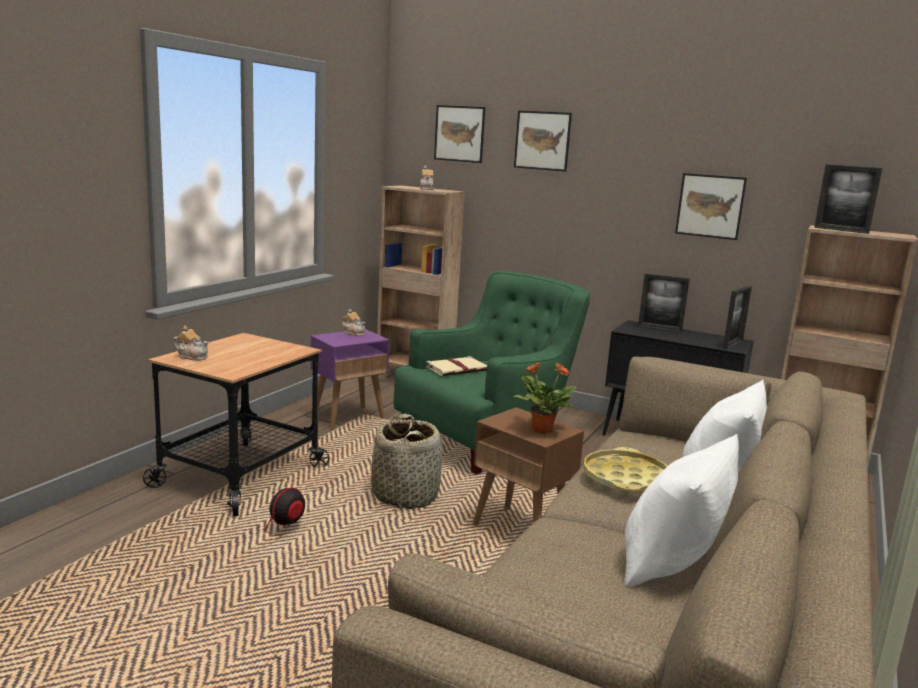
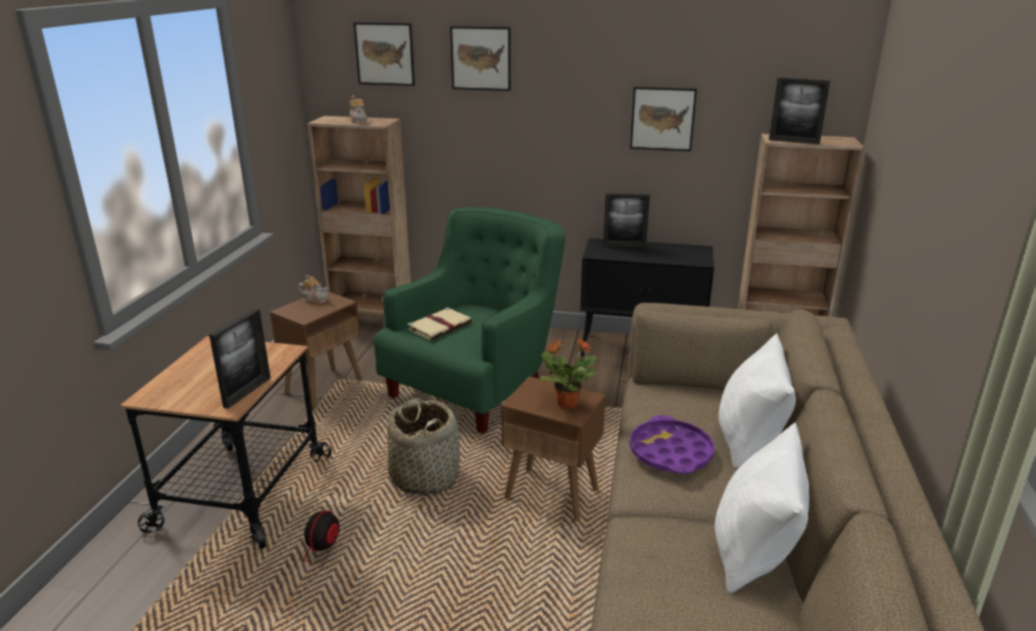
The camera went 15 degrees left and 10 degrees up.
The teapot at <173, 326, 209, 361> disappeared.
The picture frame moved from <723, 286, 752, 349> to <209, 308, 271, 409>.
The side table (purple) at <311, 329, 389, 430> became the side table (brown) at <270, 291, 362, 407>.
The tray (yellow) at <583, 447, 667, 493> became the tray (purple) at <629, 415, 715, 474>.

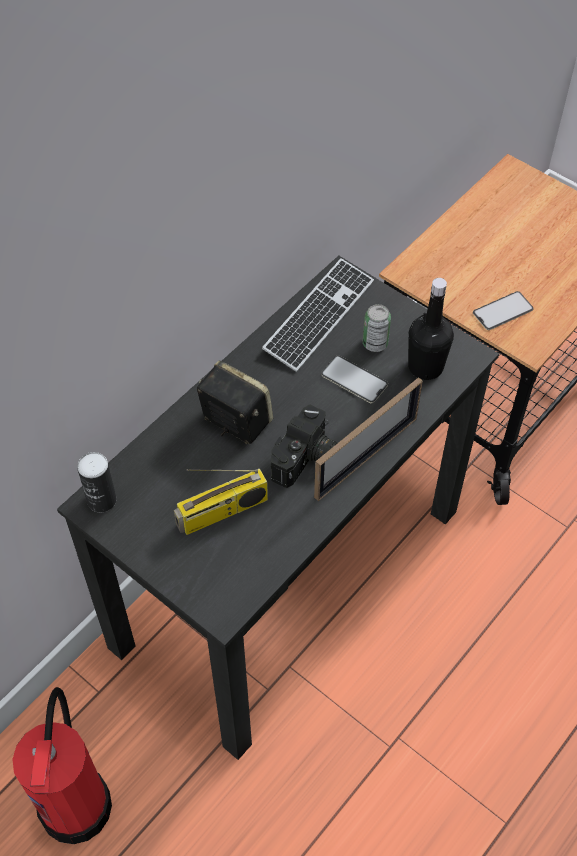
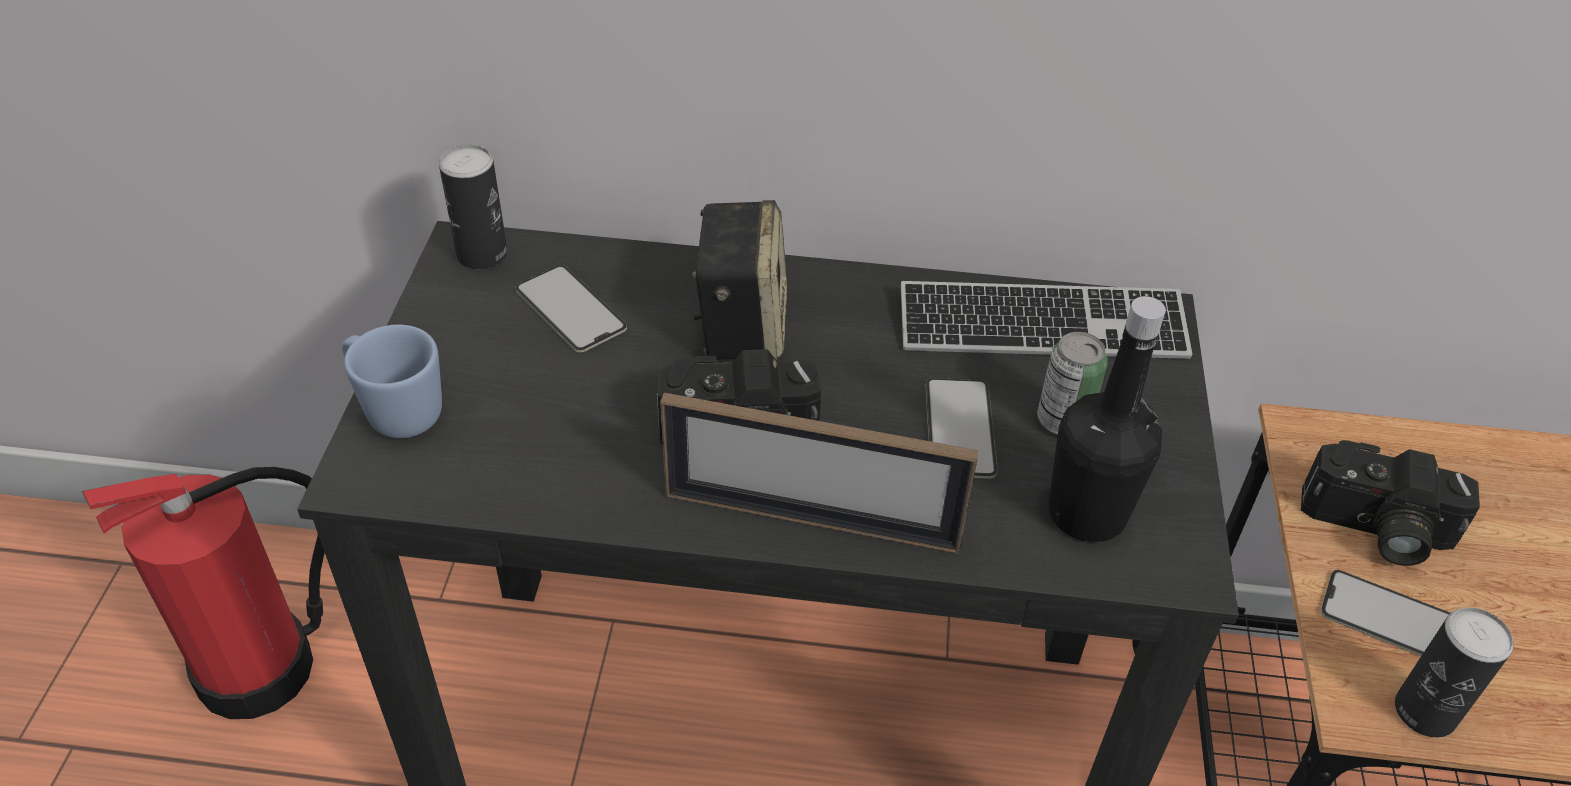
The camera went 55 degrees right and 10 degrees down.
The radio at <174, 469, 268, 535> disappeared.
The mug (blue) at <342, 325, 442, 438> appeared.
The phone at <515, 265, 627, 353> appeared.
The photo camera at <1301, 440, 1480, 566> appeared.
The can at <1395, 607, 1514, 737> appeared.

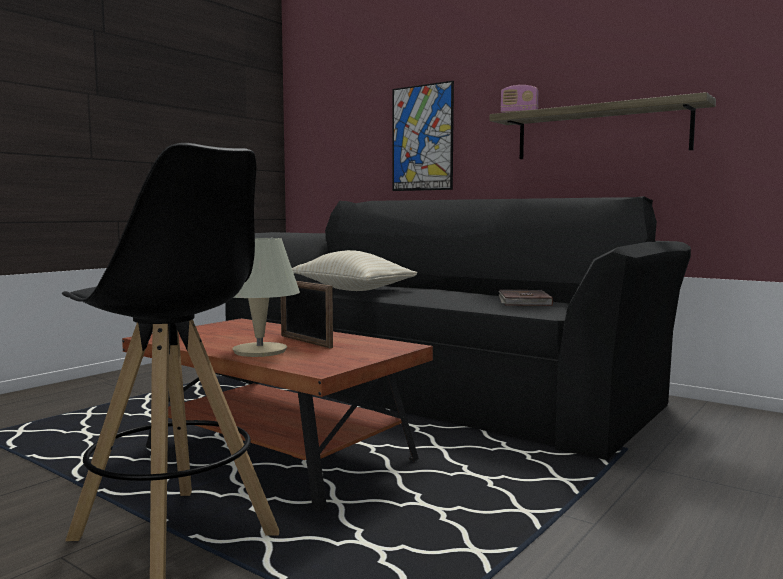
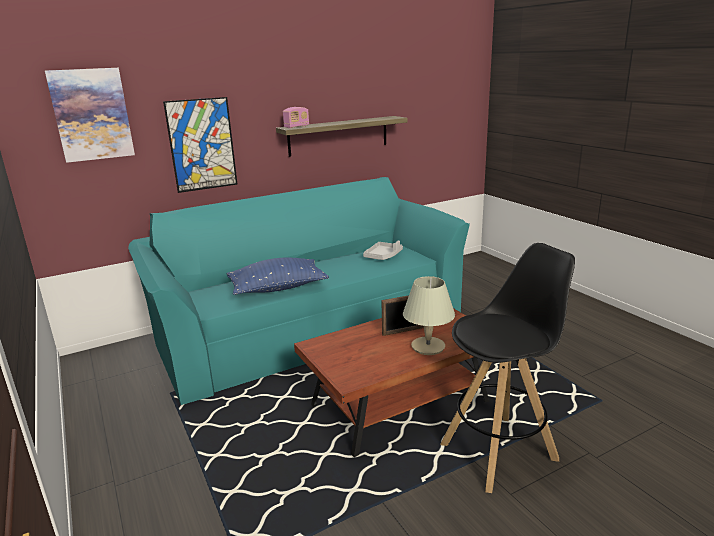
The camera went 65 degrees left and 15 degrees up.
The picture at <45, 68, 135, 163> appeared.
The book (brown) at <498, 290, 553, 306> was replaced by the tray (grey) at <363, 241, 403, 260>.
The sofa (black) at <225, 196, 691, 460> became the sofa (turquoise) at <128, 177, 470, 405>.
The pillow (beige) at <292, 250, 417, 291> became the pillow (blue) at <227, 257, 329, 295>.

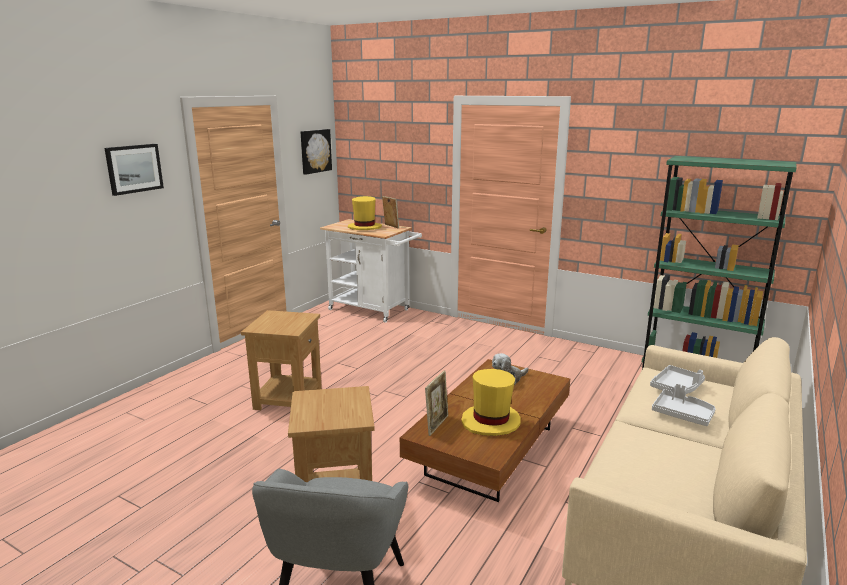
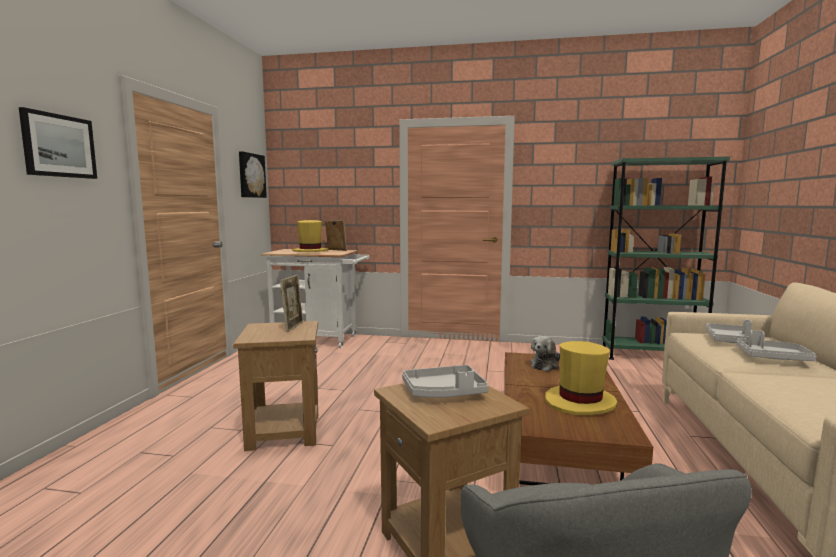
The camera went 20 degrees left and 10 degrees down.
The tray (grey) at <402, 365, 489, 398> appeared.
The picture frame moved from <425, 370, 448, 436> to <280, 275, 304, 332>.

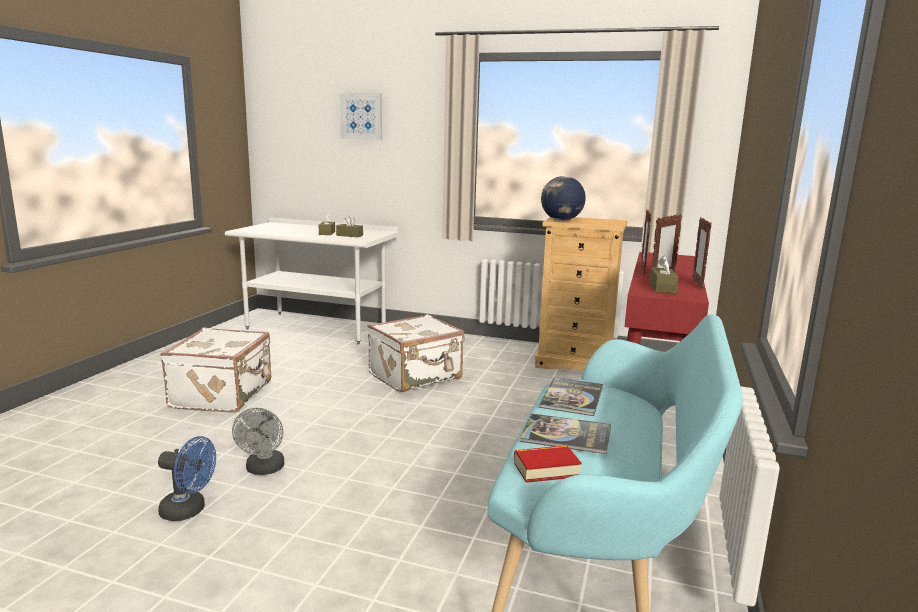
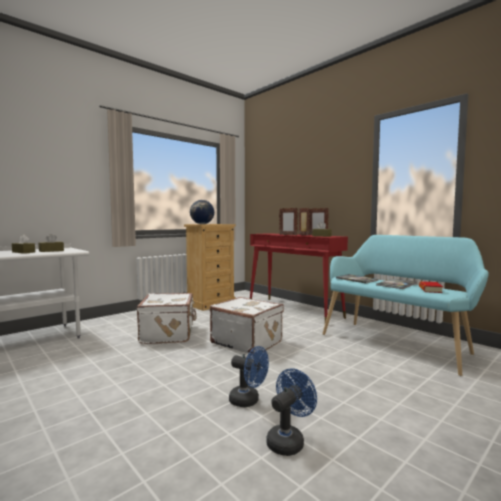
The camera went 60 degrees left and 10 degrees down.
The picture at <340, 93, 382, 140> disappeared.
The suitcase (white) moved from <160, 328, 271, 413> to <210, 297, 284, 354>.
The fan (grey) at <232, 408, 284, 475> became the fan (blue) at <229, 346, 269, 407>.

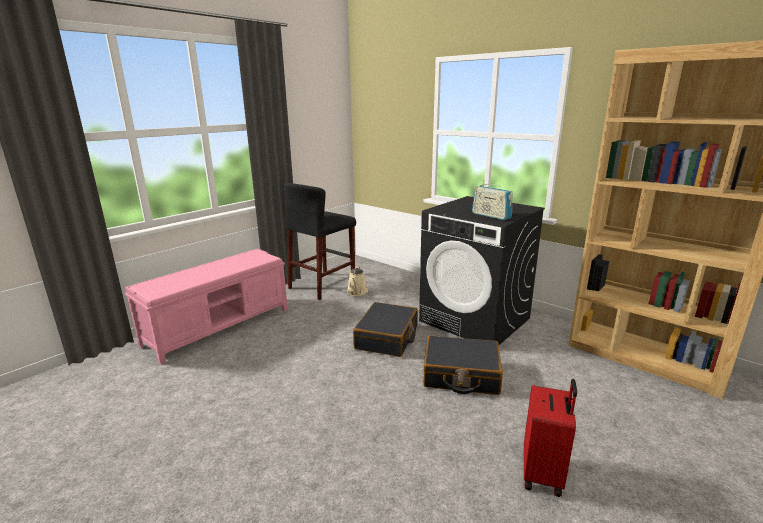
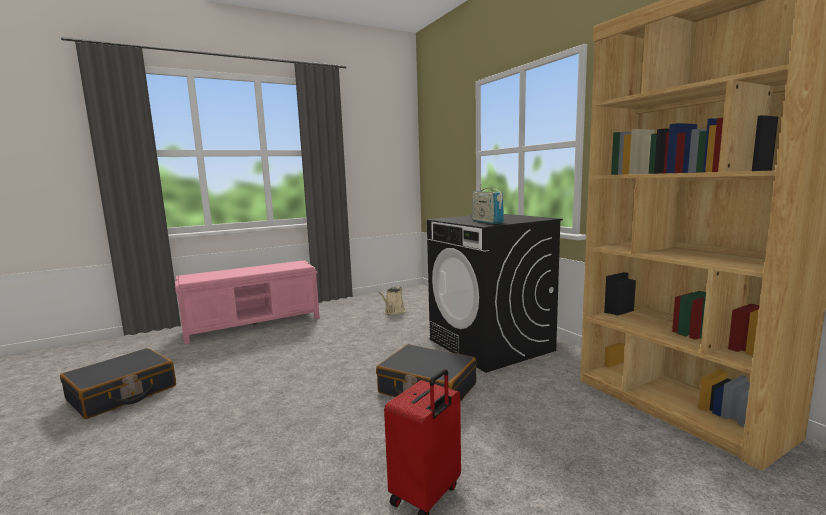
The camera went 20 degrees right and 10 degrees down.
The stool (black) at <284, 182, 356, 300> disappeared.
The suitcase (black) moved from <353, 302, 418, 357> to <60, 348, 176, 419>.

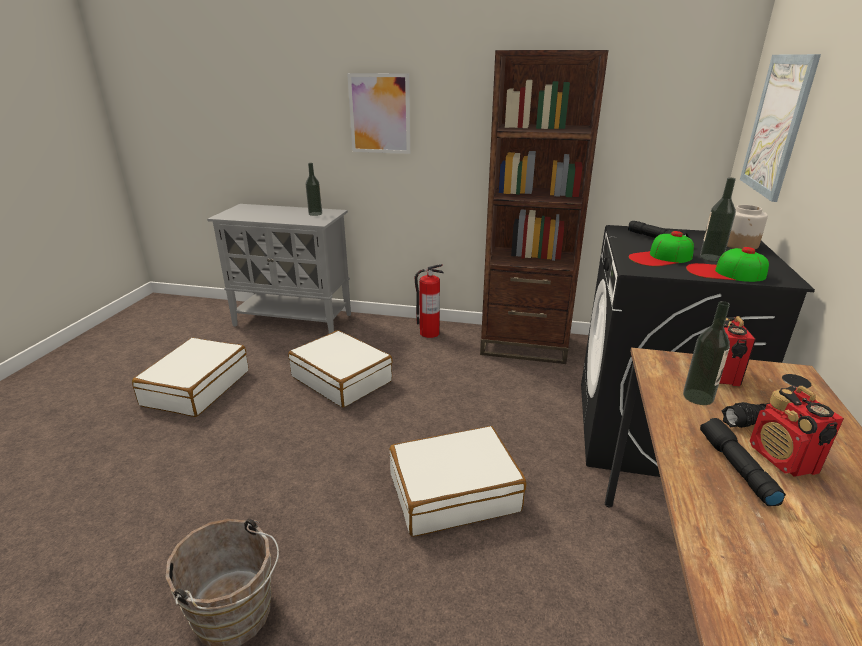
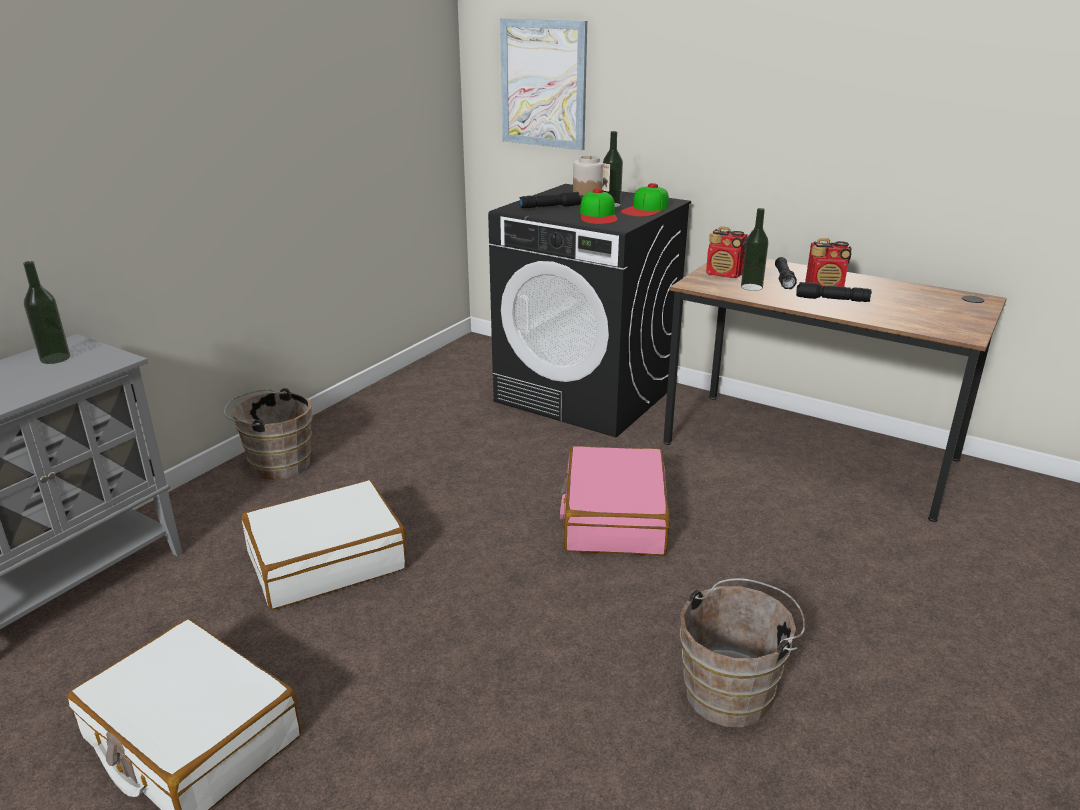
The camera went 70 degrees left and 0 degrees up.
The picture at <347, 73, 410, 154> disappeared.
The bookcase (brown) at <480, 50, 608, 364> disappeared.
The fire extinguisher at <415, 264, 443, 338> was replaced by the bucket (brown) at <224, 388, 312, 480>.
The suitcase (white) at <389, 426, 526, 537> became the suitcase (pink) at <560, 446, 670, 556>.

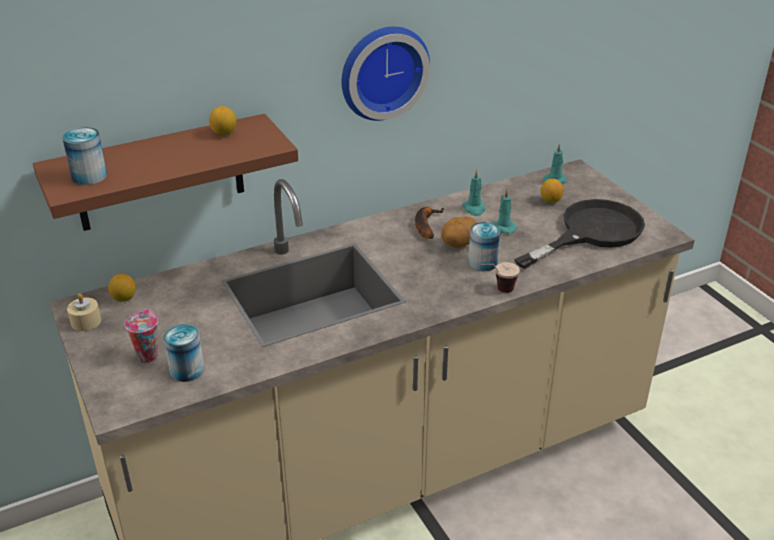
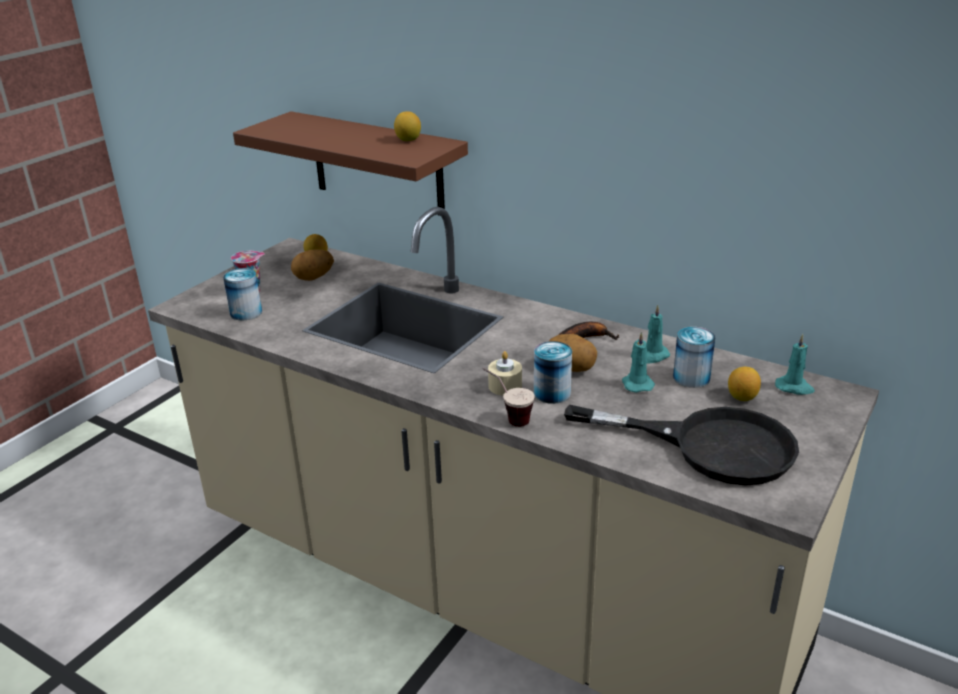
The camera went 60 degrees right and 5 degrees down.
The wall clock at <341, 27, 430, 121> disappeared.
The potato at <291, 249, 334, 281> appeared.
The can moved from <62, 127, 107, 185> to <673, 327, 715, 388>.
The candle (beige) moved from <67, 293, 101, 331> to <488, 351, 522, 396>.

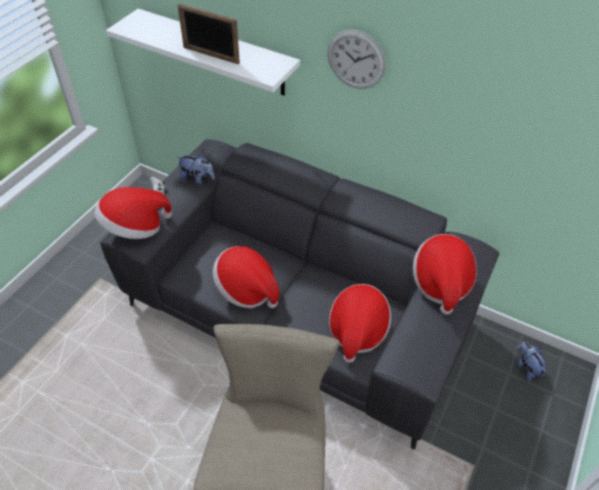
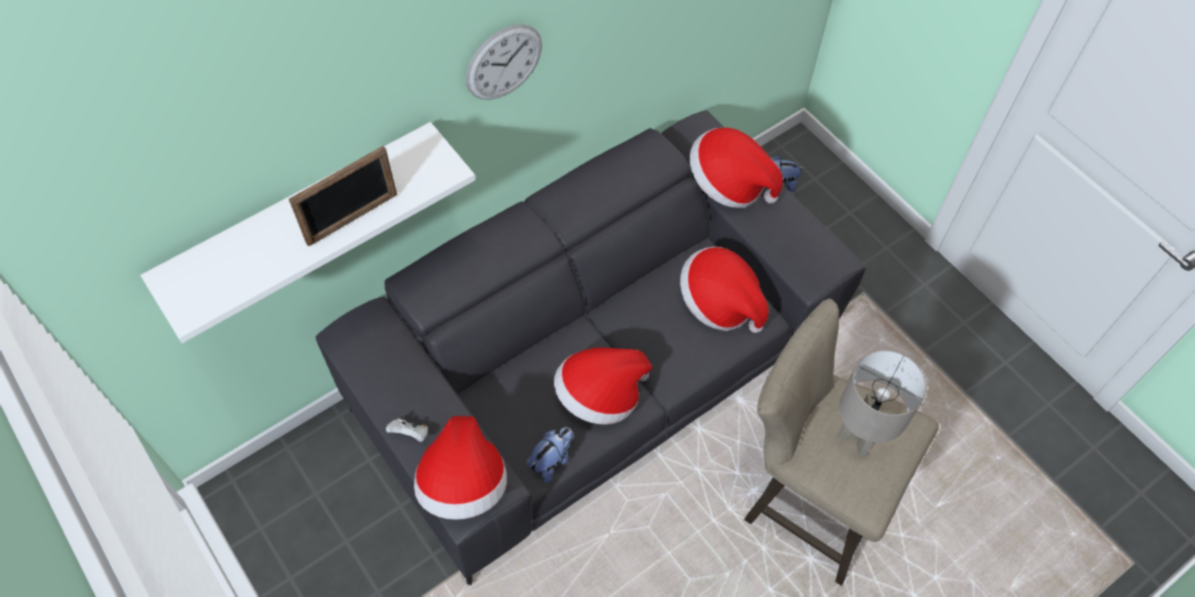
The camera went 65 degrees left and 10 degrees up.
The table lamp (grey) at <839, 350, 926, 457> appeared.
The plush toy moved from <177, 154, 215, 184> to <526, 427, 574, 483>.

